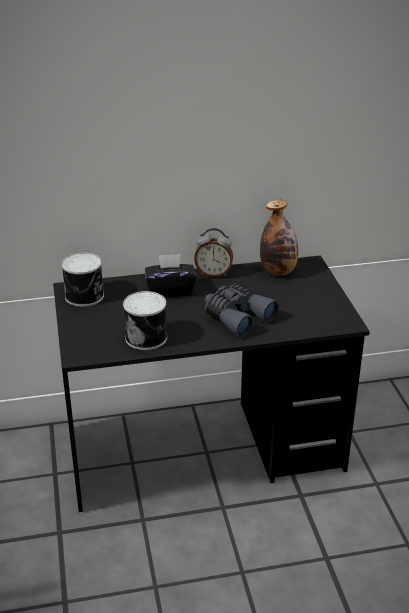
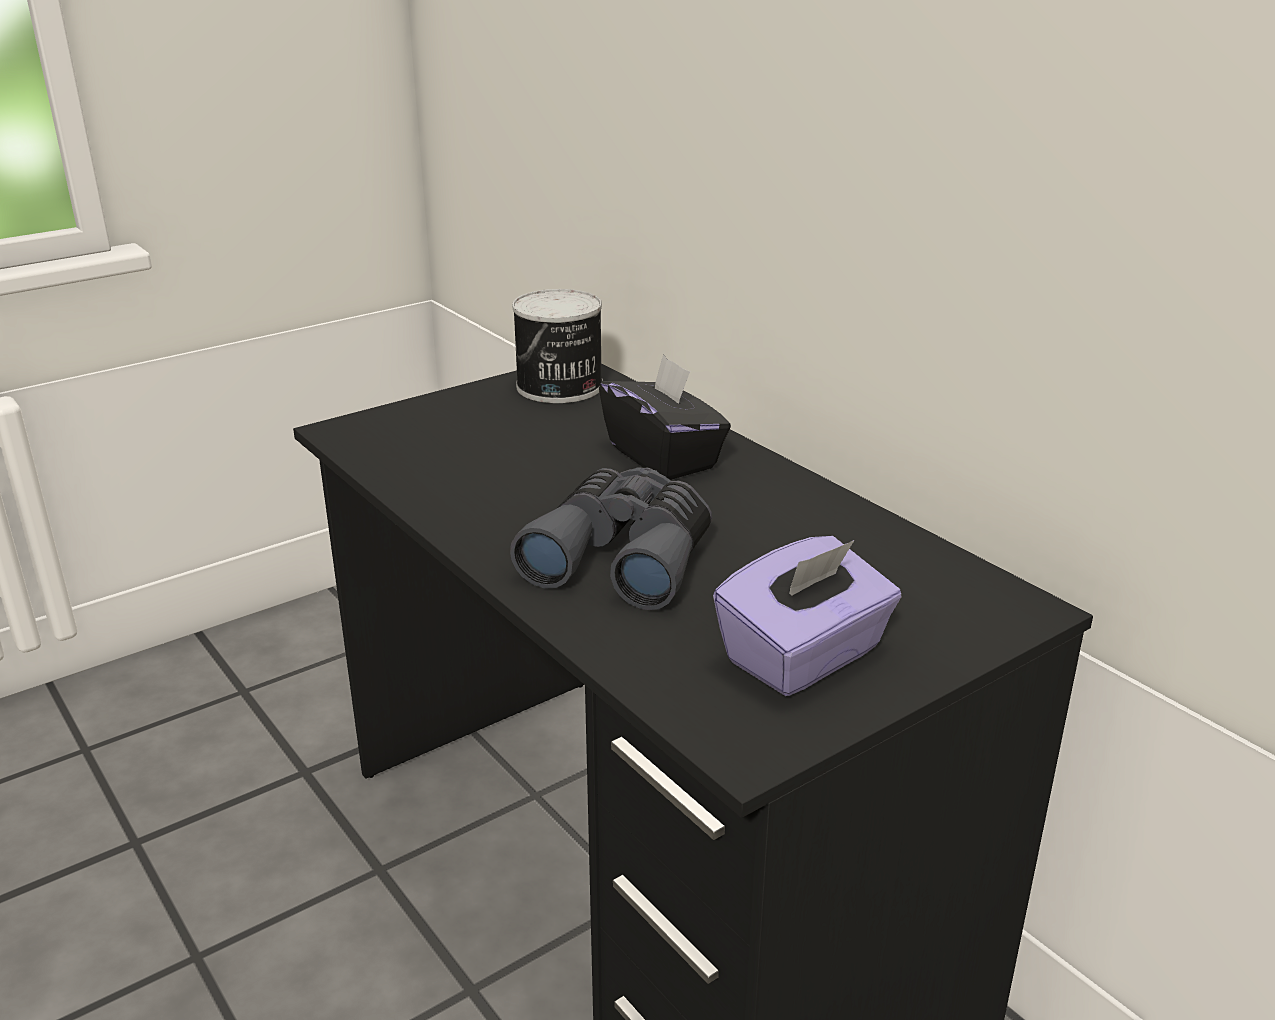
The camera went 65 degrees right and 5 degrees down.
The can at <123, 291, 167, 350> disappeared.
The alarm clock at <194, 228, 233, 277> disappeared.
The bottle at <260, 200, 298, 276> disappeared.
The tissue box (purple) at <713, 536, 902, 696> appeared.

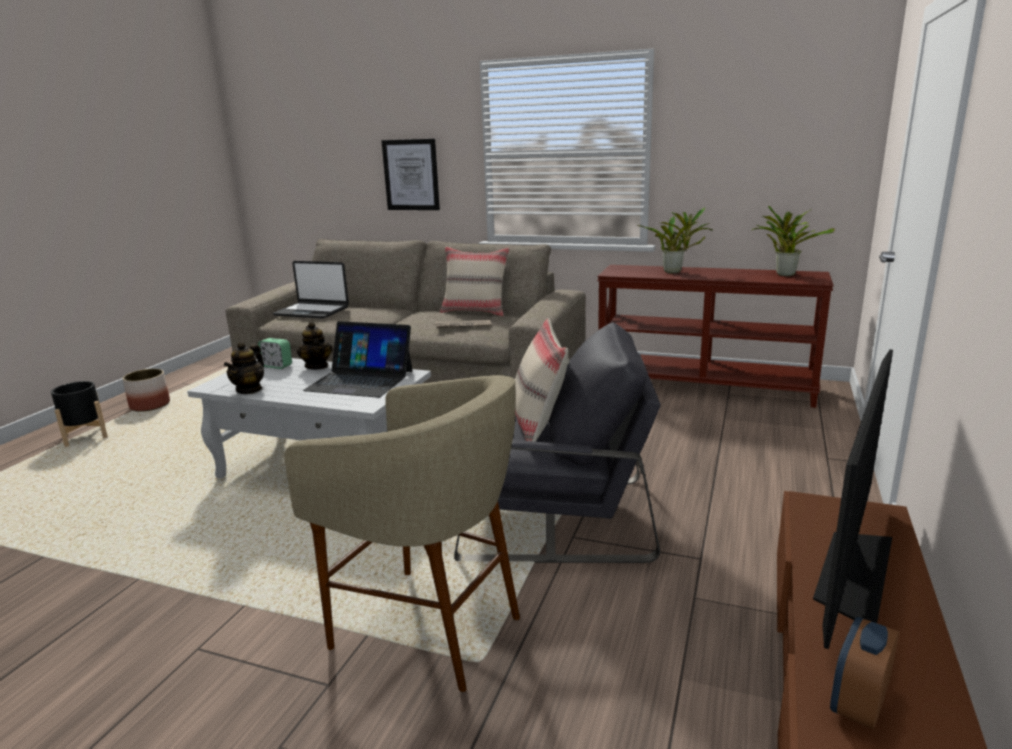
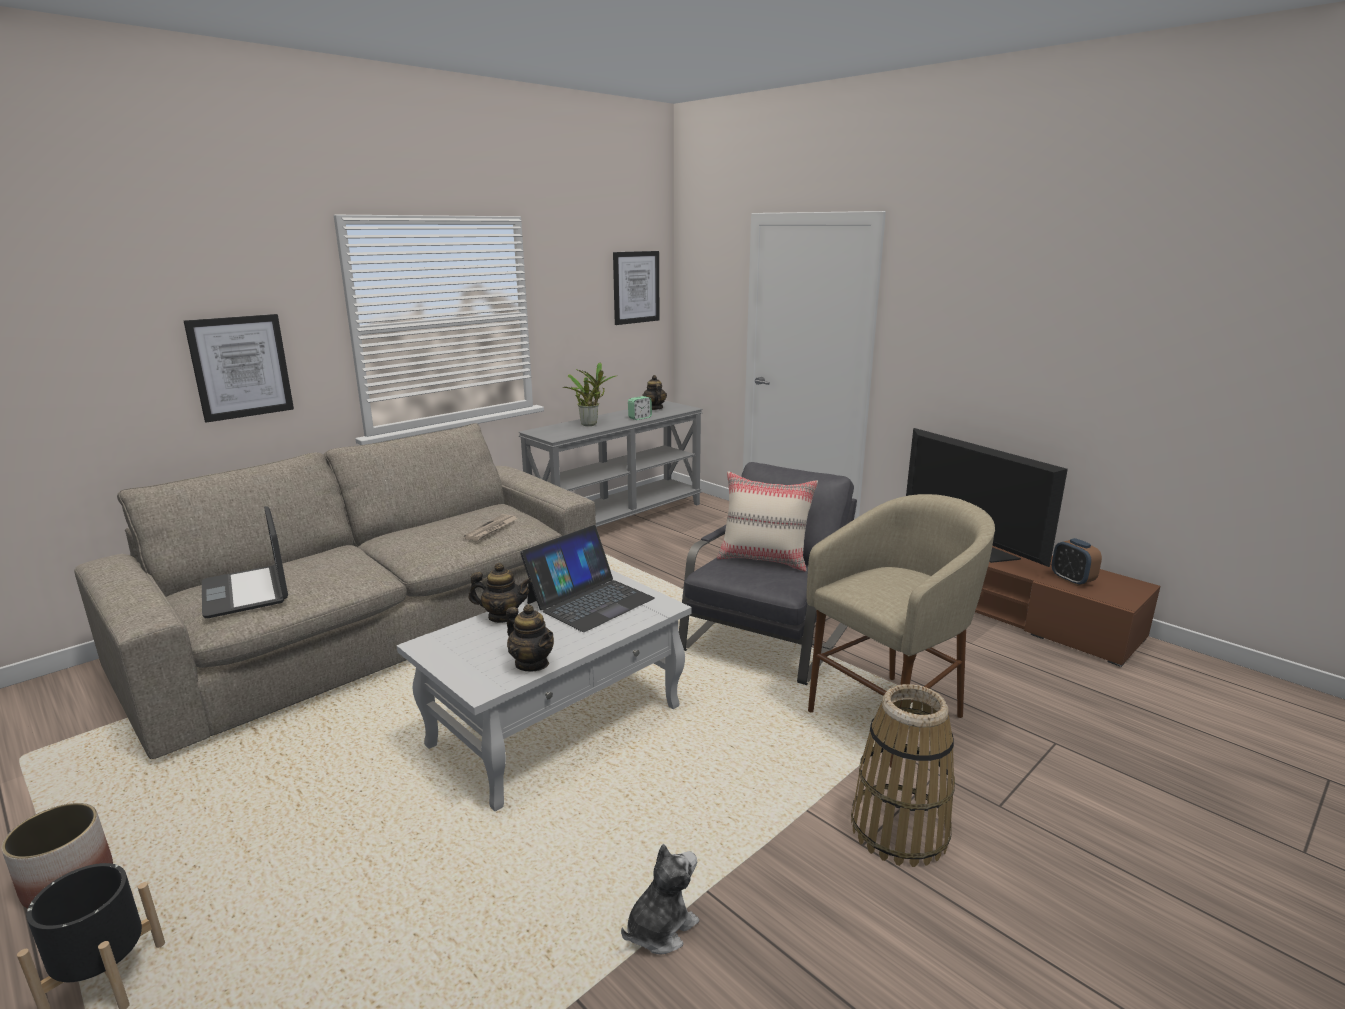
The camera went 65 degrees left and 0 degrees up.
The pillow (beige) at <440, 246, 510, 316> disappeared.
The picture at <613, 251, 660, 325> appeared.
The plush toy at <621, 844, 699, 955> appeared.
The basket at <851, 684, 955, 867> appeared.
The alarm clock moved from <258, 338, 292, 369> to <628, 396, 652, 420>.
The potted plant at <752, 206, 835, 276> was replaced by the teapot at <642, 375, 667, 410>.
The console table (brown) at <597, 265, 834, 408> became the console table (grey) at <518, 401, 703, 527>.
The laptop at <273, 261, 349, 319> turned 105 degrees clockwise.

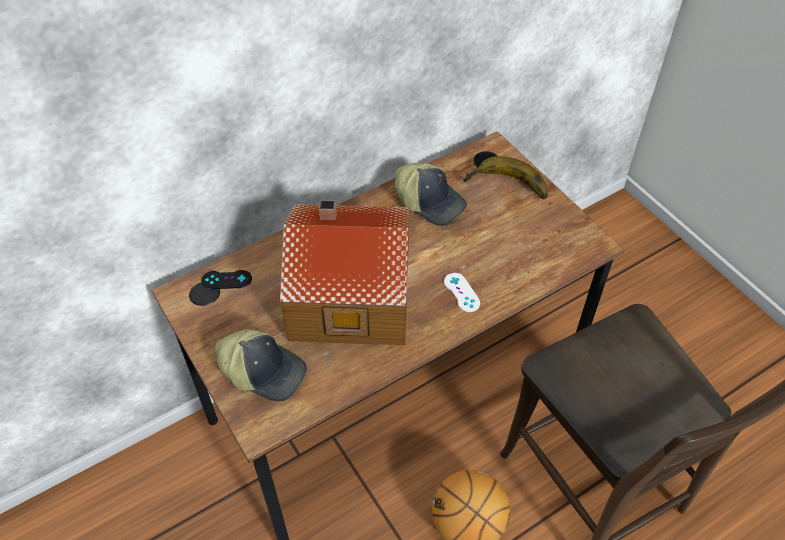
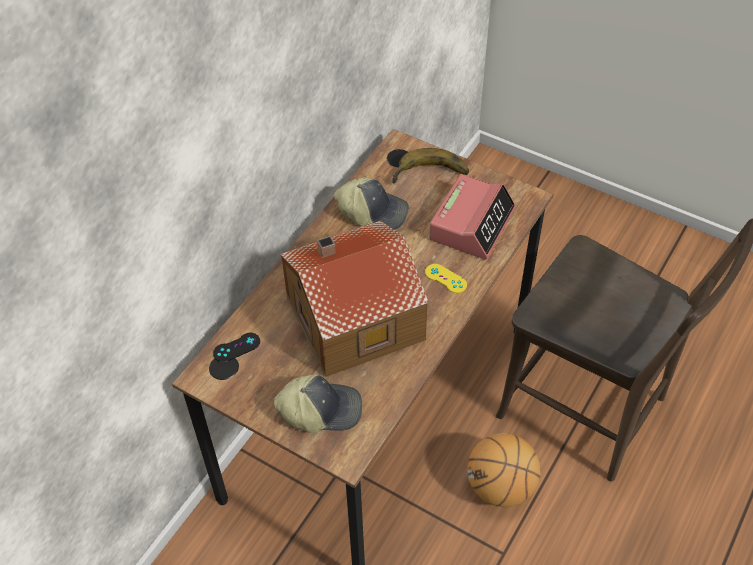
The camera went 25 degrees left and 0 degrees up.
The alarm clock at <429, 174, 516, 260> appeared.
The game controller (white) at <444, 273, 480, 312> became the game controller (yellow) at <425, 264, 467, 293>.

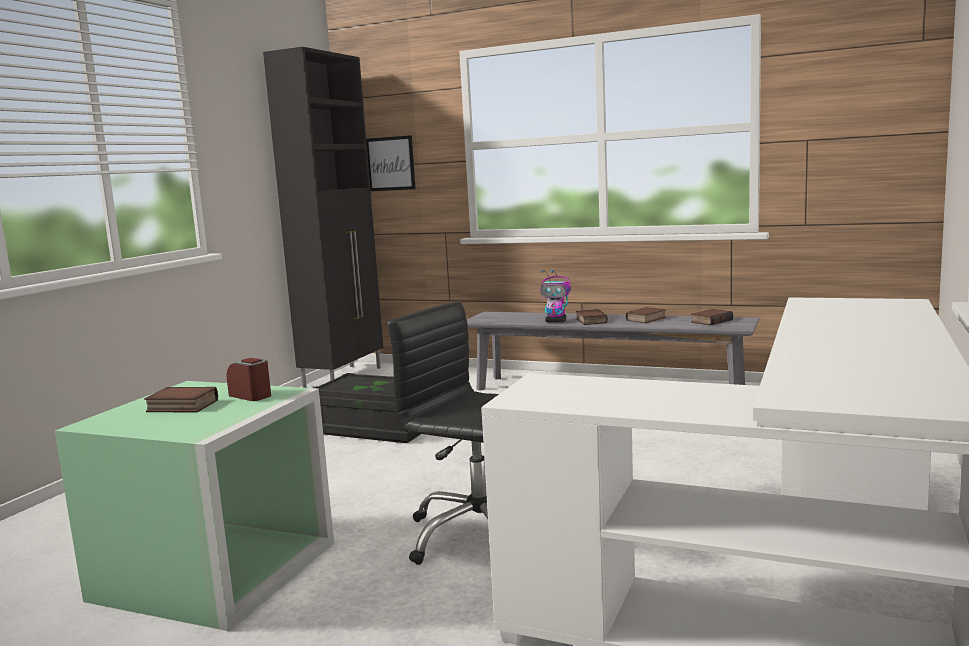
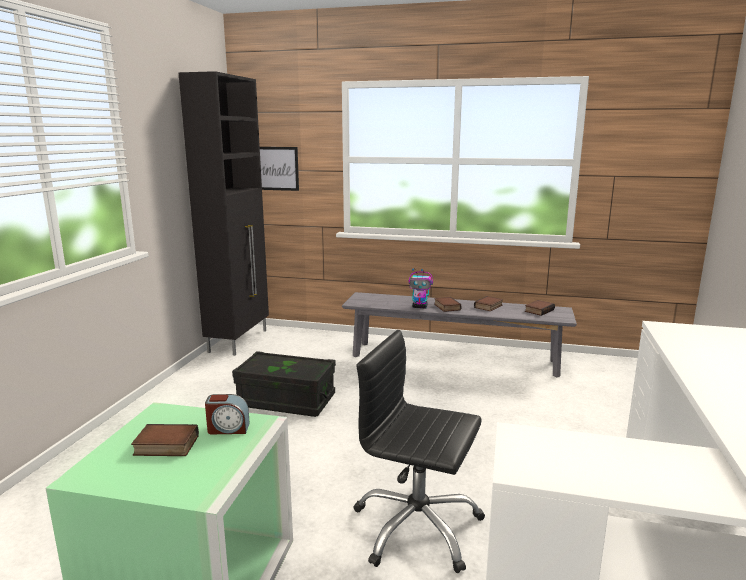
The camera went 10 degrees left and 5 degrees up.
The alarm clock at <227, 358, 271, 401> turned 150 degrees clockwise.

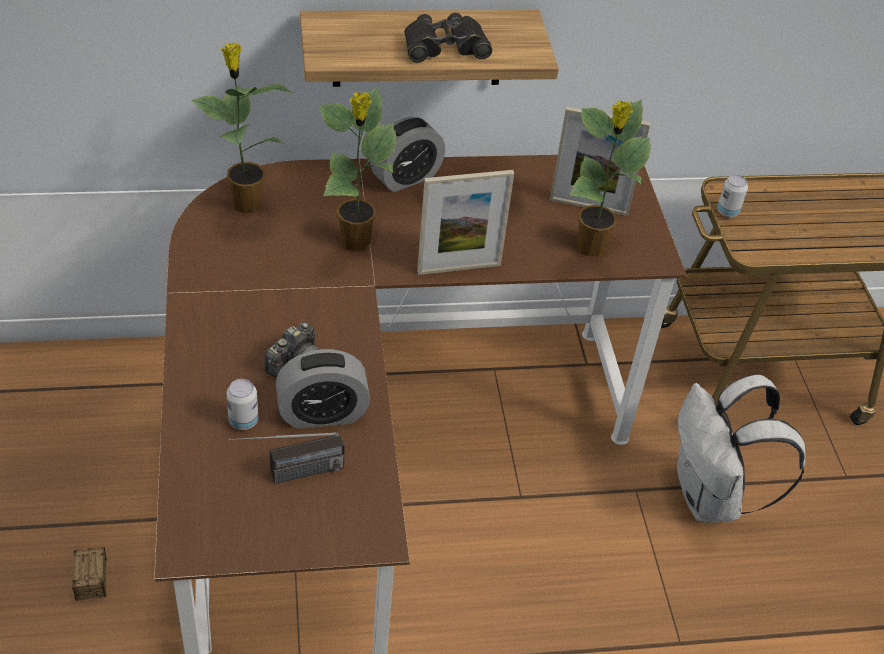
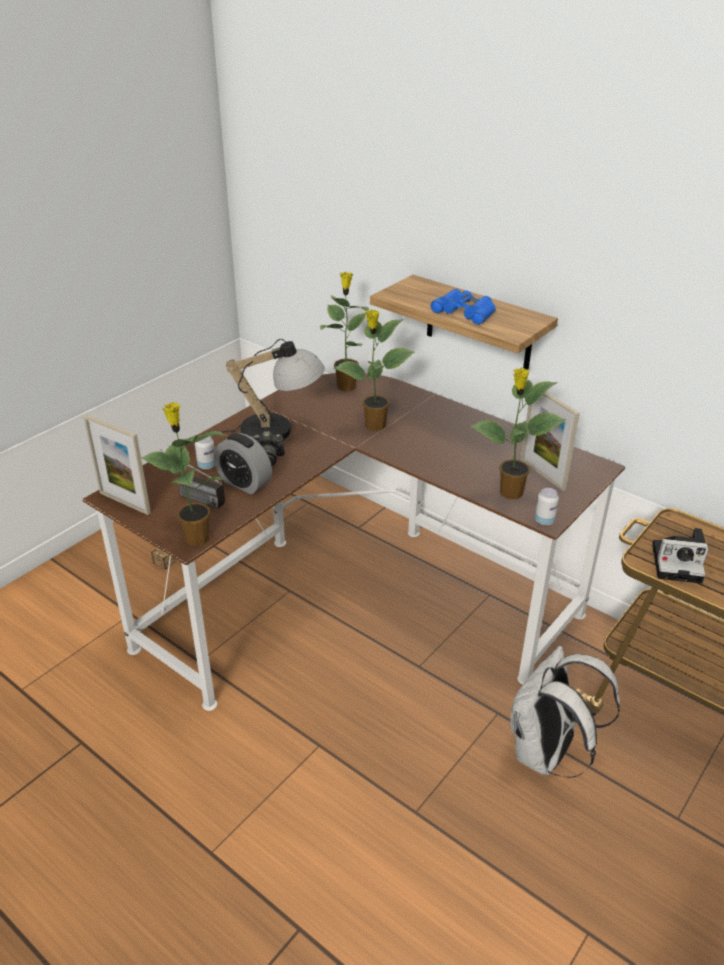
The camera went 50 degrees right and 10 degrees down.
The alarm clock at <370, 117, 445, 192> disappeared.
The potted plant at <141, 402, 227, 546> appeared.
The table lamp at <222, 339, 325, 439> appeared.
The photo camera at <652, 528, 709, 584> appeared.
The picture frame moved from <417, 170, 514, 275> to <83, 414, 151, 515>.
The can moved from <717, 175, 748, 217> to <535, 488, 559, 525>.
The binoculars (black) at <404, 13, 492, 63> became the binoculars (blue) at <430, 289, 496, 325>.

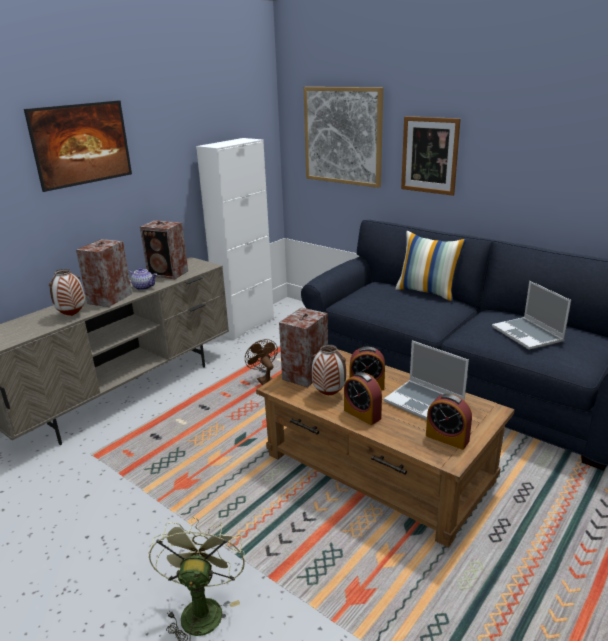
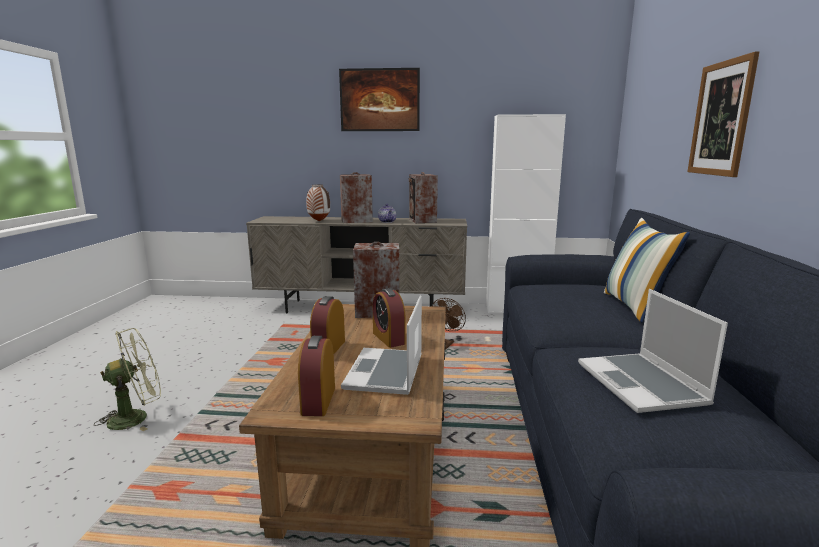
The camera went 55 degrees right and 10 degrees down.
The picture at <304, 87, 383, 188> disappeared.
The vase at <312, 344, 346, 395> disappeared.
The laptop at <492, 281, 571, 350> turned 45 degrees counterclockwise.

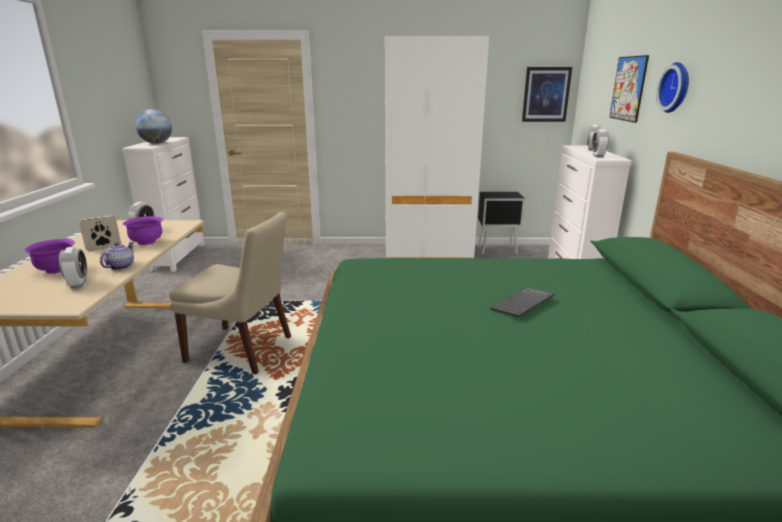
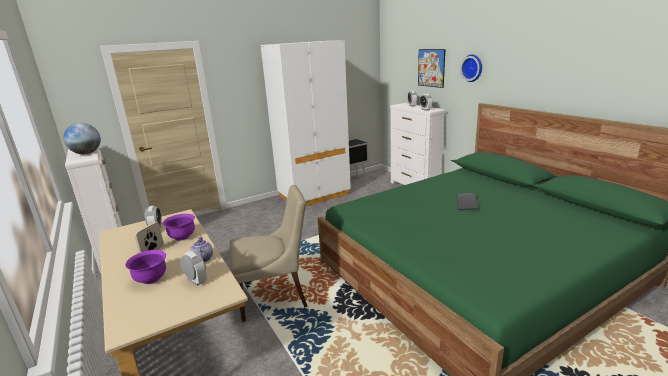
The camera went 30 degrees left and 0 degrees up.
The picture at <522, 67, 572, 122> disappeared.

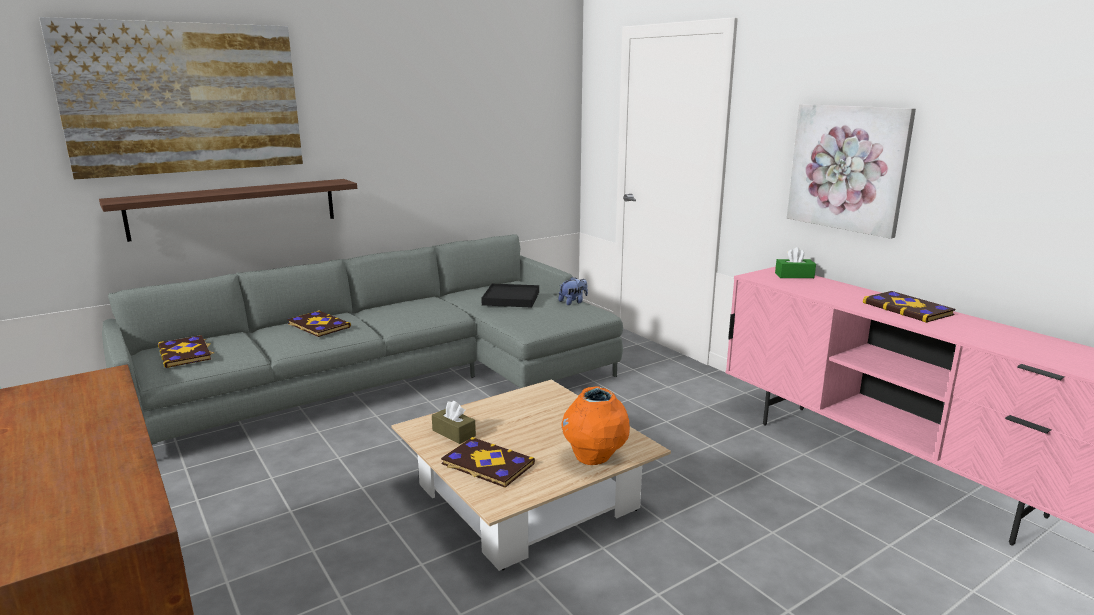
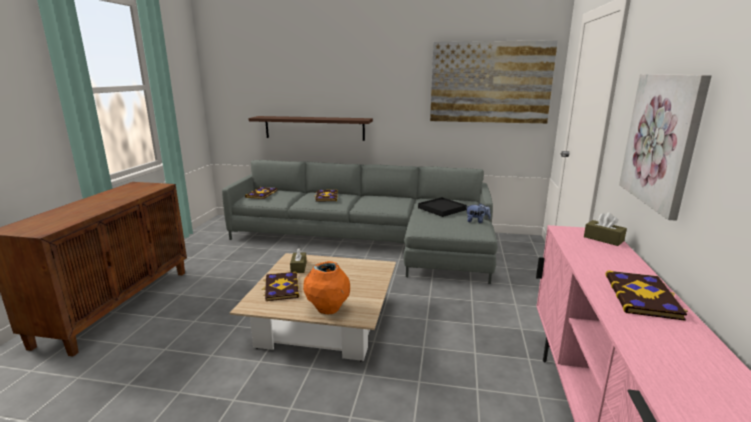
The camera went 45 degrees right and 0 degrees up.
The picture moved from <39, 17, 303, 180> to <430, 40, 558, 124>.
The tissue box (green) at <775, 247, 816, 278> became the tissue box (brown) at <584, 212, 627, 246>.

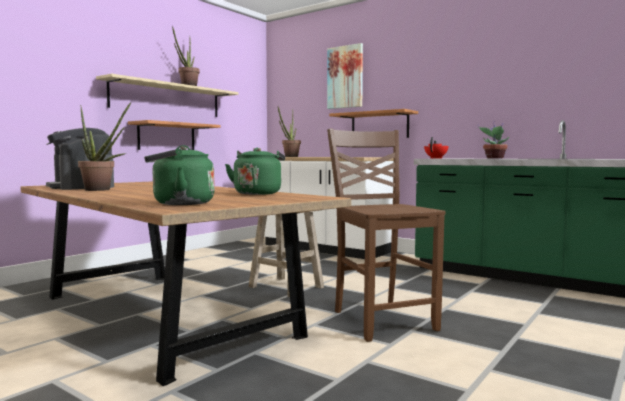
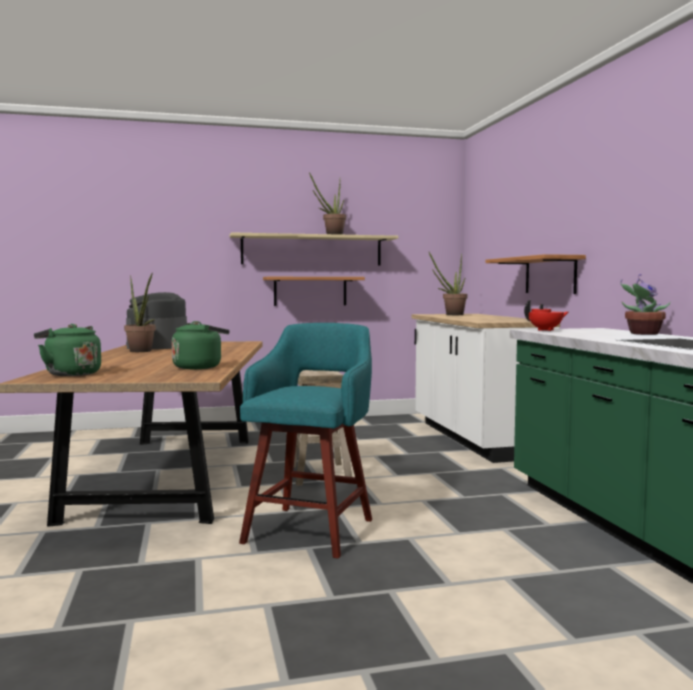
The camera went 40 degrees right and 0 degrees up.
The picture at <327, 43, 363, 109> disappeared.
The chair (brown) at <327, 129, 445, 342> was replaced by the stool (turquoise) at <239, 323, 372, 559>.

